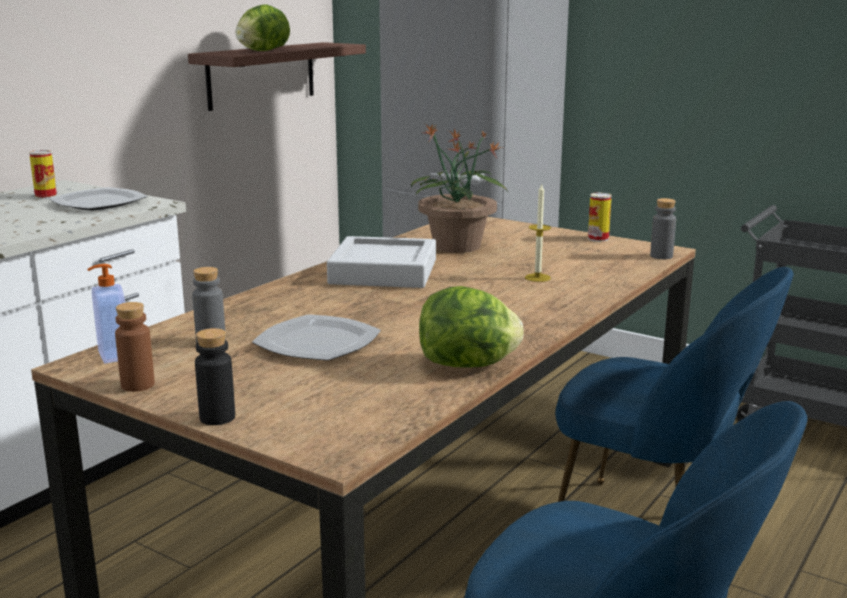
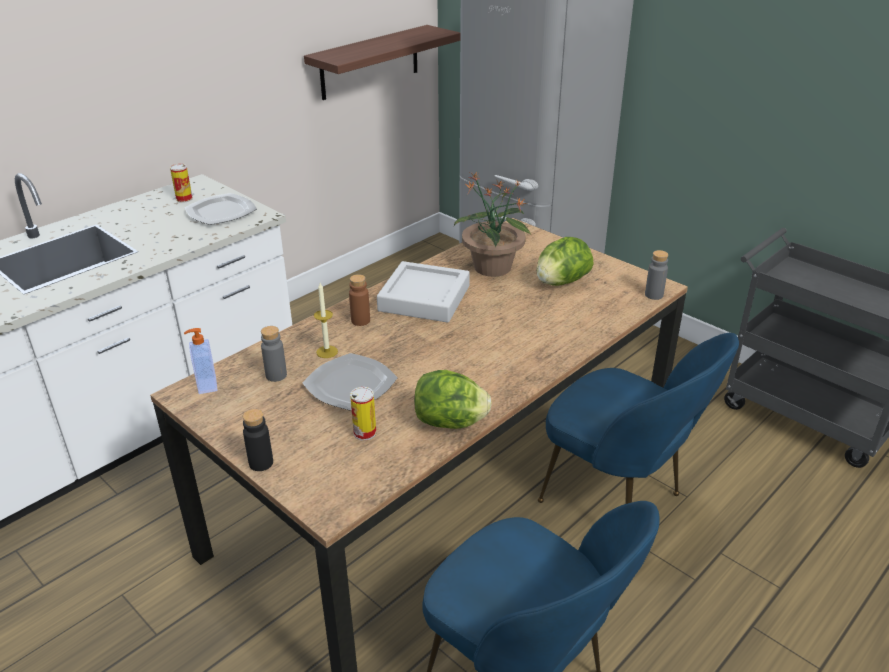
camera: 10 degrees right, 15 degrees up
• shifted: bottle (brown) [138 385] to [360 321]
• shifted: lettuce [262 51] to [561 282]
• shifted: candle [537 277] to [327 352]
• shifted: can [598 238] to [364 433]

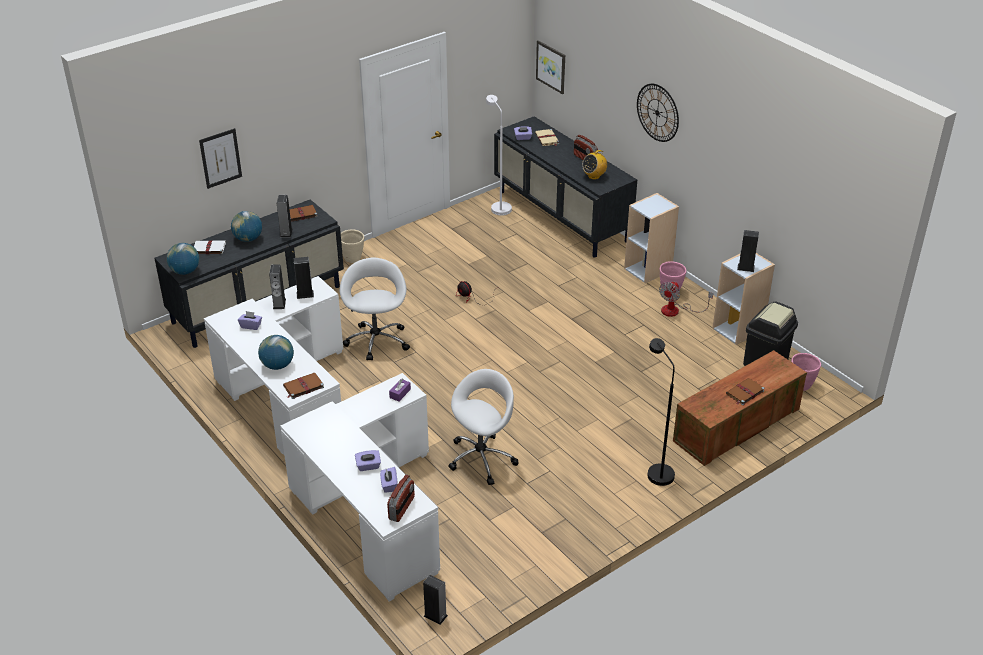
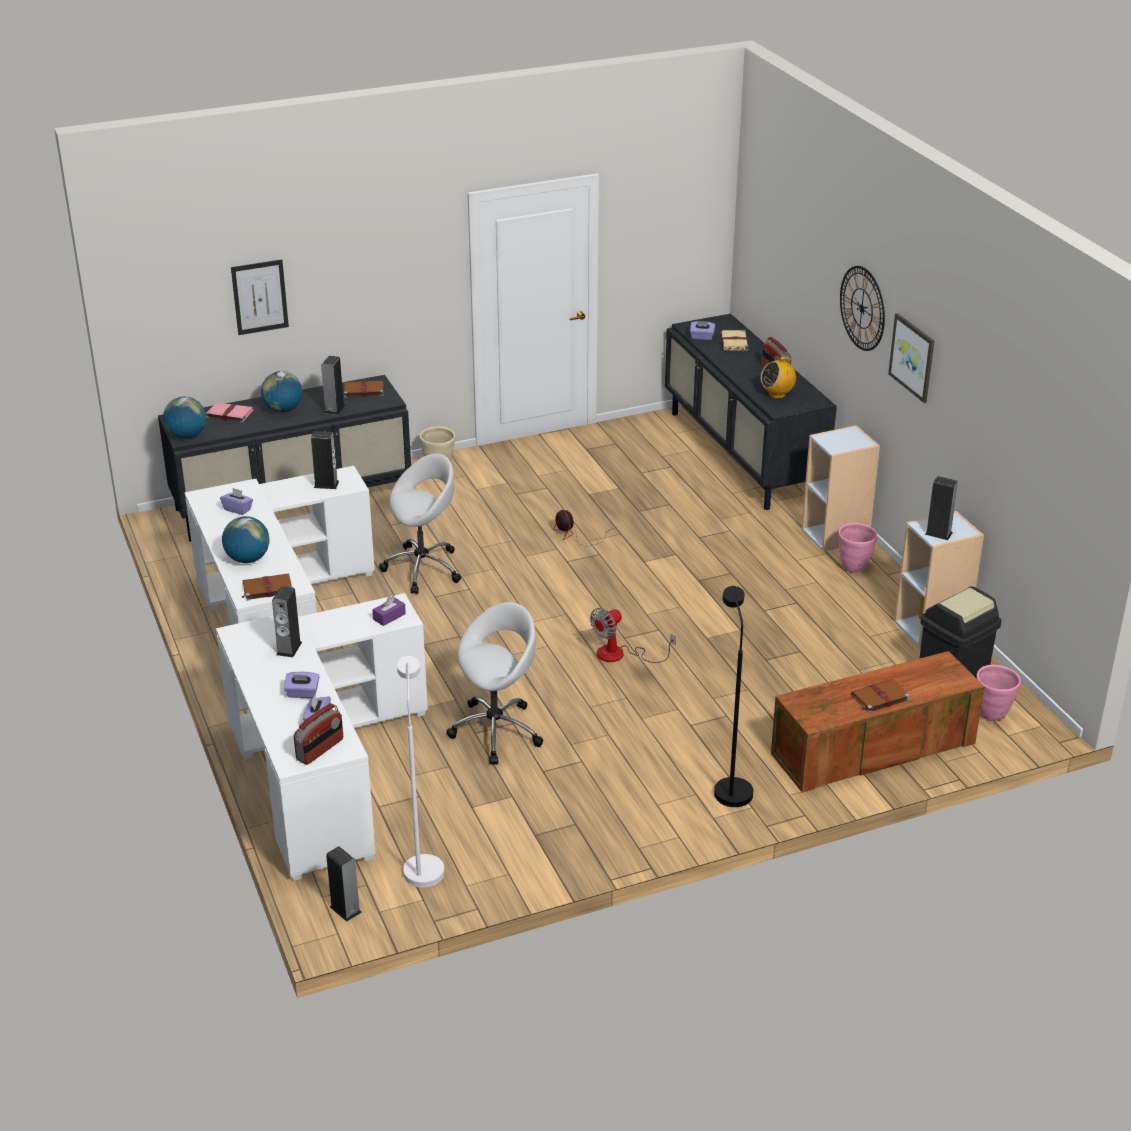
camera: 15 degrees right, 5 degrees down
• repainted: book (white) [208 248] to book (pink) [229 414]
• shifted: speaker [279 304] to [289 648]
• rotated: office chair (white) [377 340] = [424 568] 60 degrees clockwise
• shifted: floor lamp (white) [498 207] to [422 865]
• shifted: picture [551 66] to [912 357]
• shifted: fan [676 310] to [620 655]

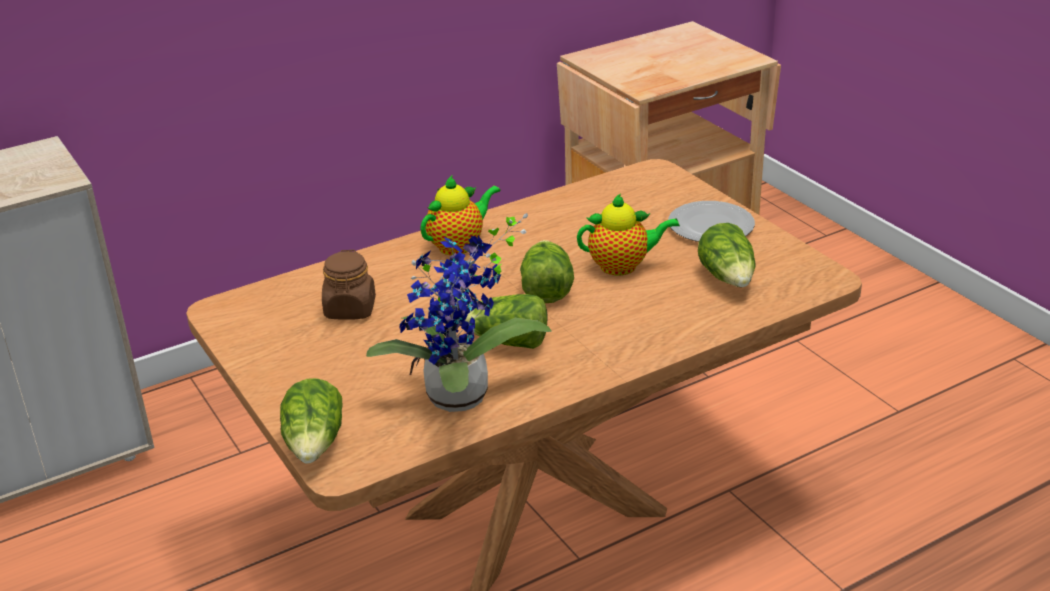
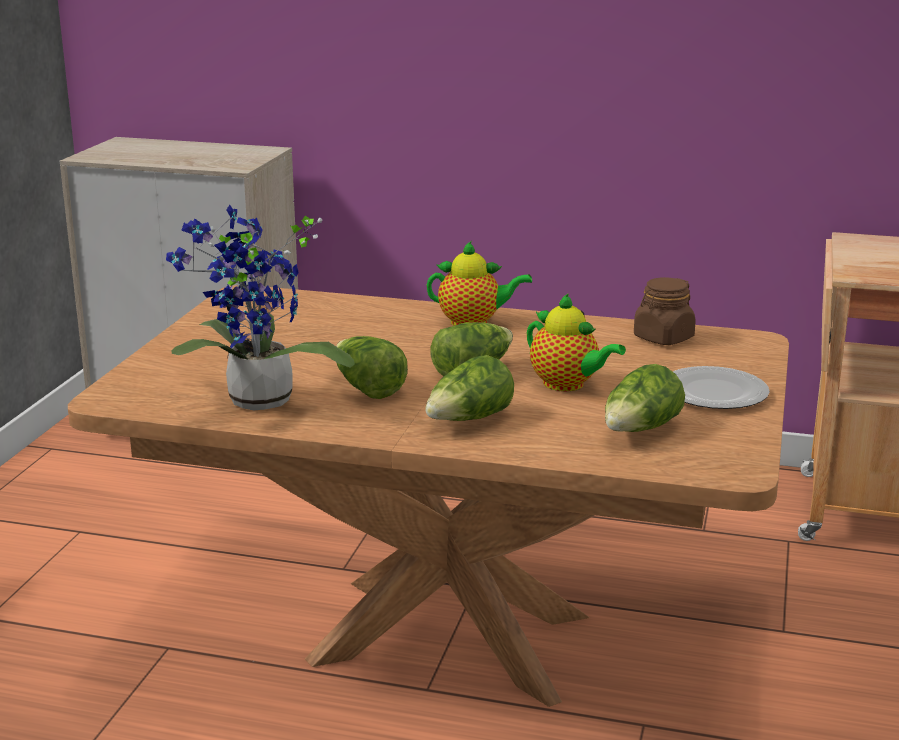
camera: 45 degrees right, 10 degrees down
• shifted: lettuce [315 444] to [469 420]
• shifted: jar (brown) [350 309] to [663 338]

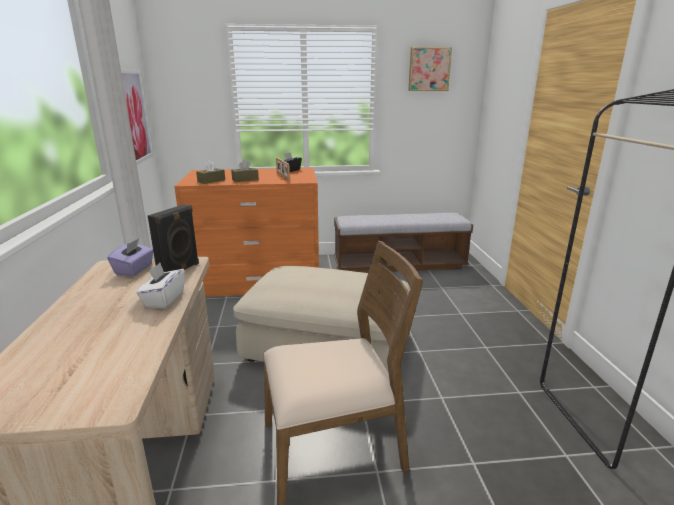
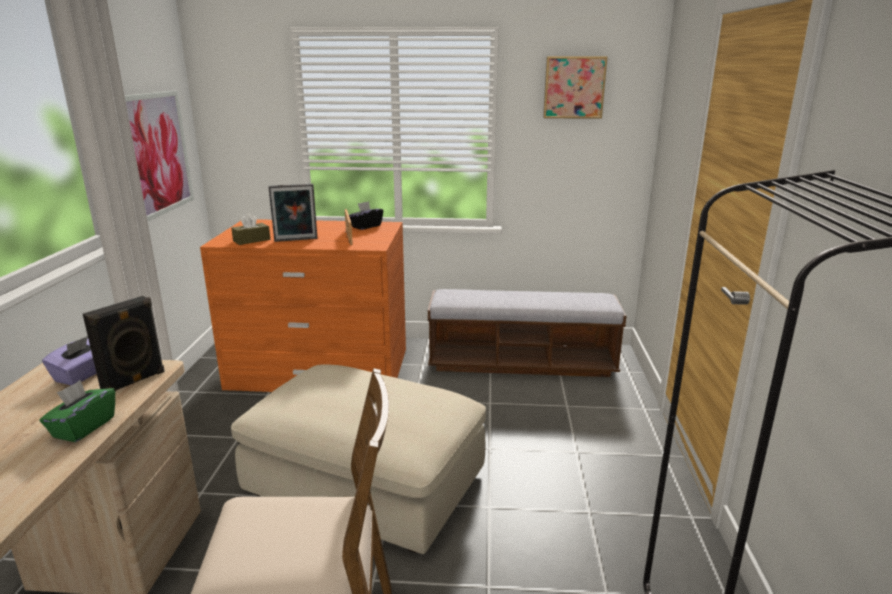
camera: 10 degrees right, 0 degrees up
• repainted: tissue box (white) [164 299] to tissue box (green) [83 427]
• swapped: tissue box (brown) [245 180] to picture frame [296 240]

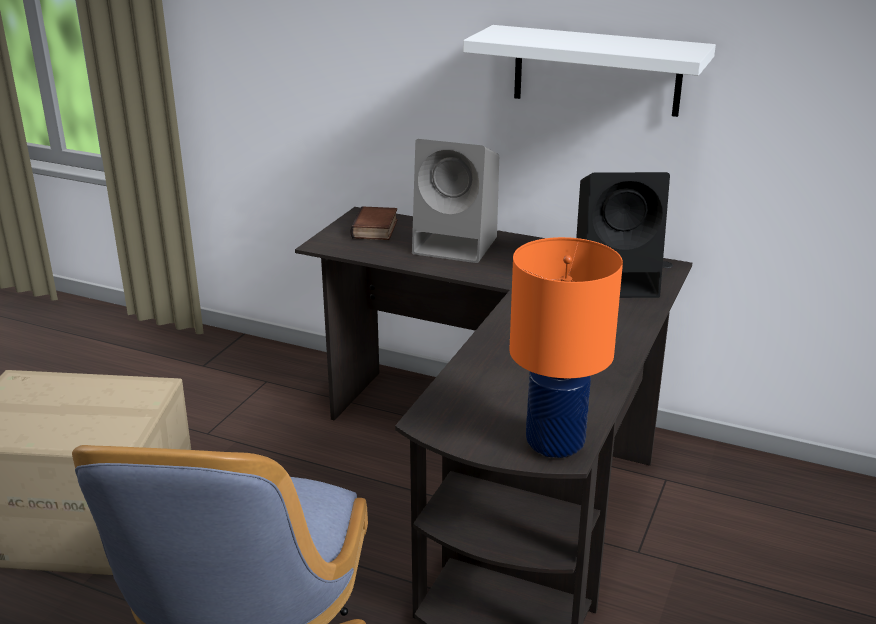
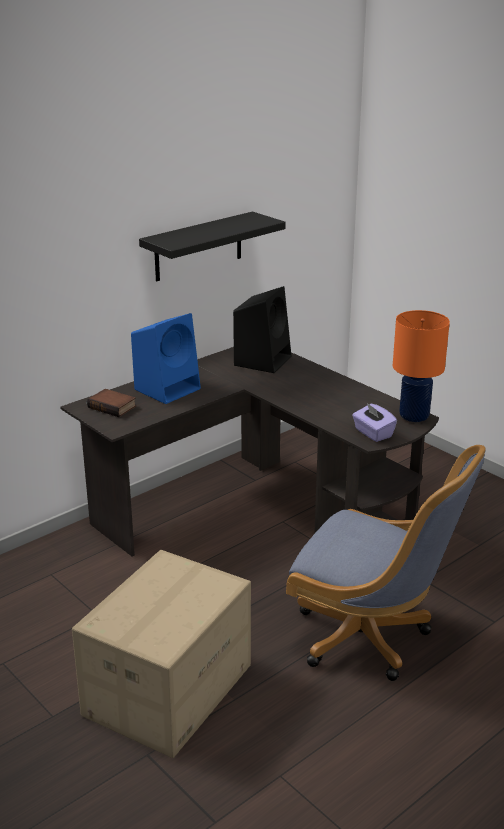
camera: 65 degrees left, 0 degrees up
• repainted: speaker (grey) [457 245] to speaker (blue) [168 388]
• repainted: shelf (white) [596 70] to shelf (black) [198 246]
• new: tissue box (purple) [373 433]

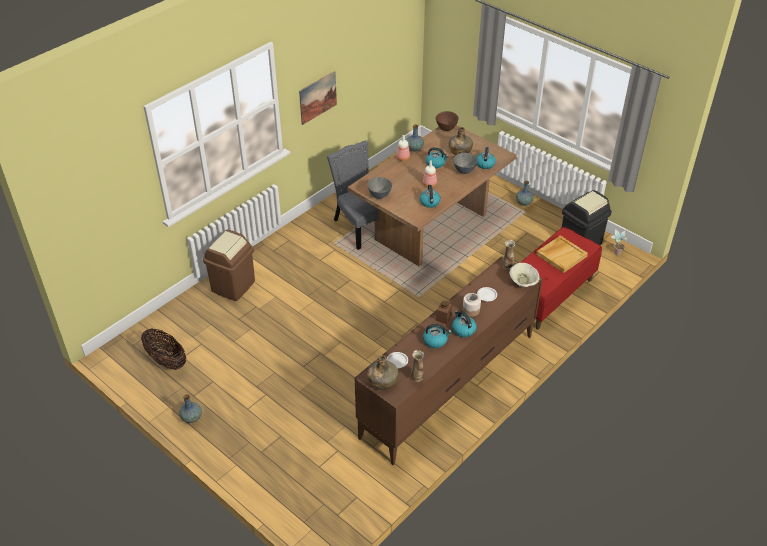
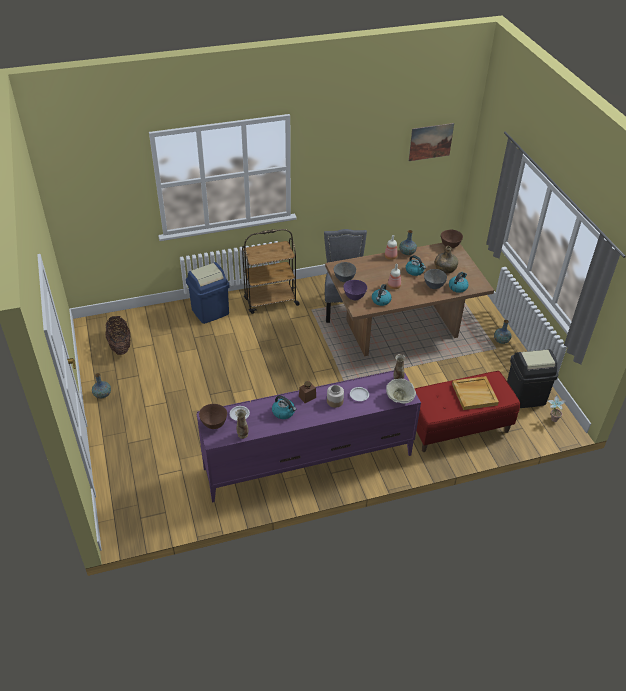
camera: 30 degrees right, 0 degrees up
• repainted: trash can (brown) [233 286] to trash can (blue) [210 311]
• shifted: picture [318 97] to [430 142]
• repainted: cabinet (brown) [449 386] to cabinet (purple) [307 462]
• swapped: bottle (green) [382 381] to bowl (brown) [214 424]
• gone: kettle [463 330]
• new: cart (brown) [270 302]
• new: bowl (purple) [354 297]

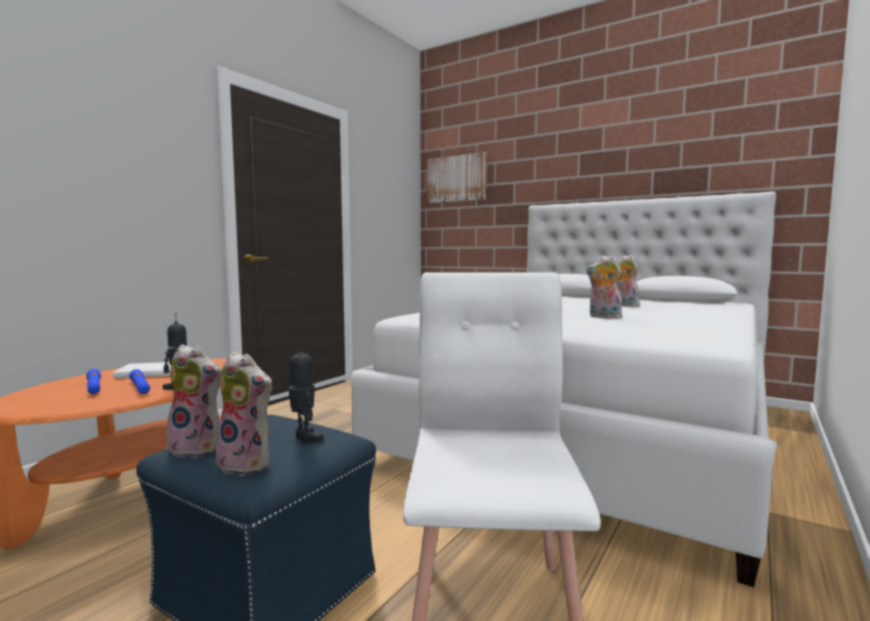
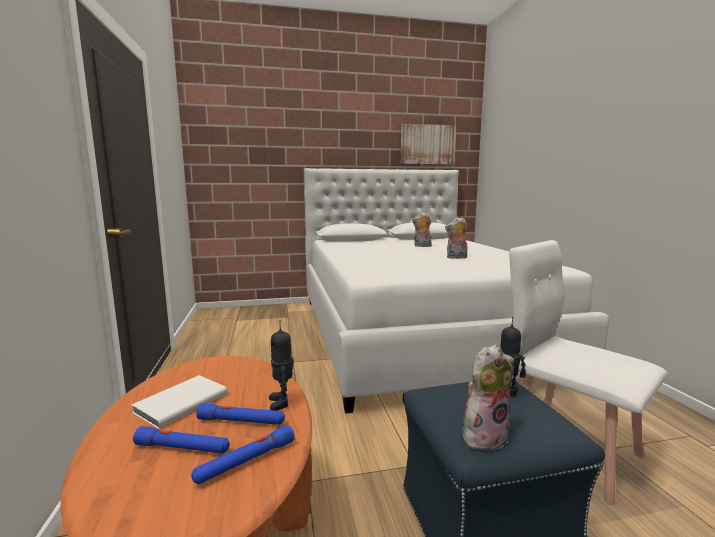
camera: 45 degrees left, 5 degrees up
• gone: plush toy [249 464]
• shifted: picture [456 179] to [427 144]
• new: flashlight (blue) [246 461]

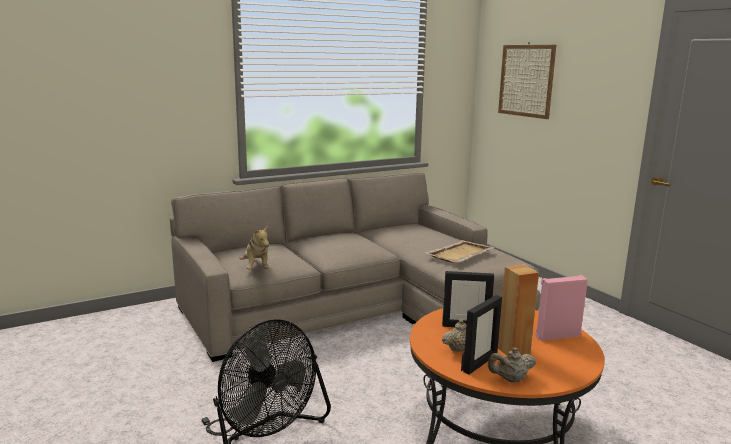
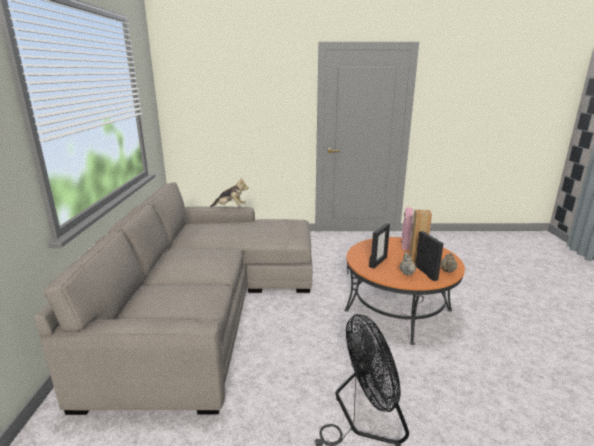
camera: 60 degrees left, 5 degrees up
• shifted: plush toy [256 268] to [230 207]
• gone: tray (beige) [459 254]
• gone: picture [526 79]

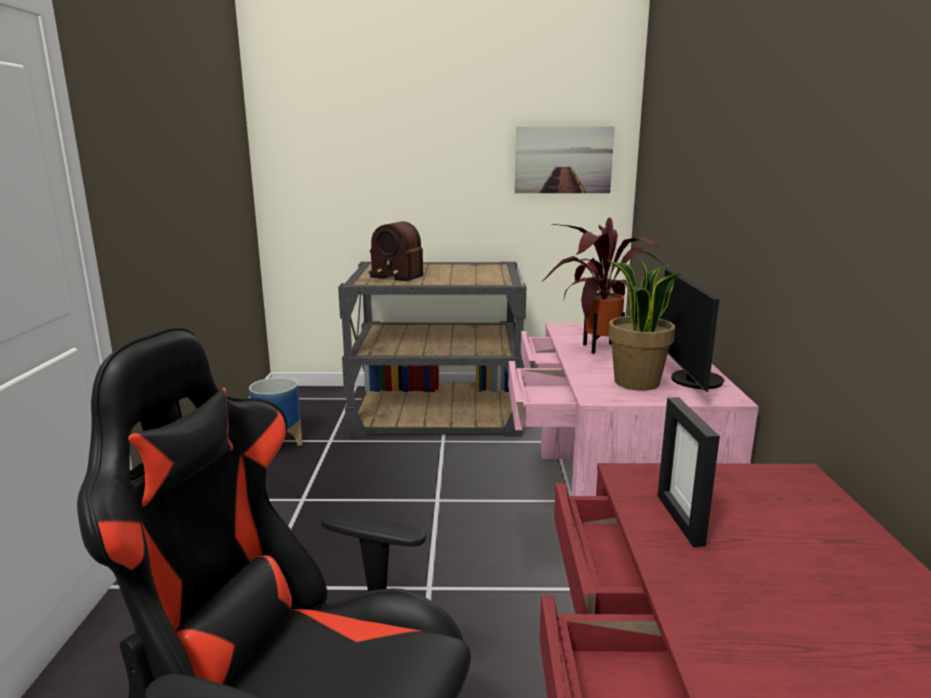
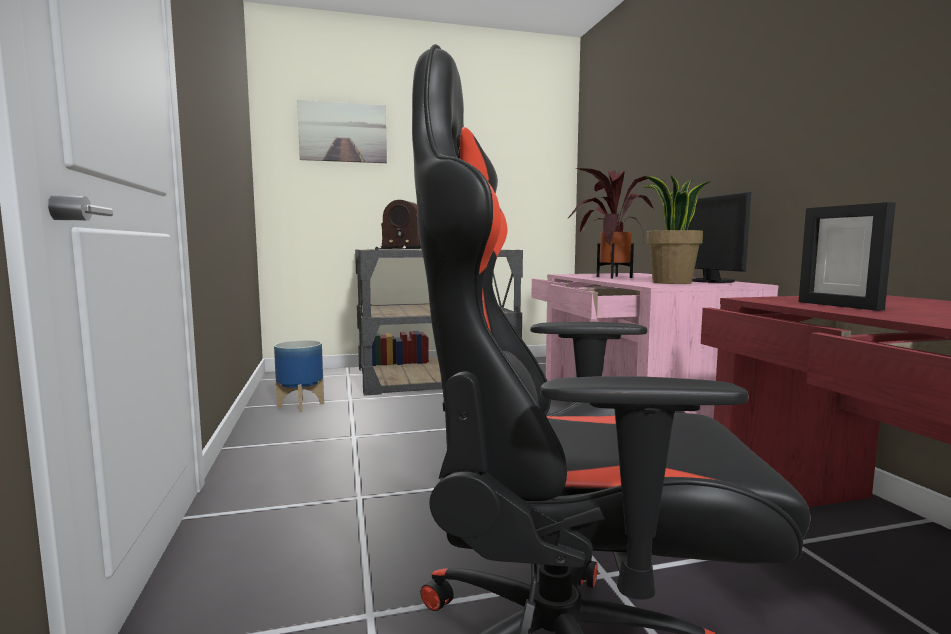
camera: 15 degrees left, 10 degrees down
• shifted: picture [563 160] to [343 132]

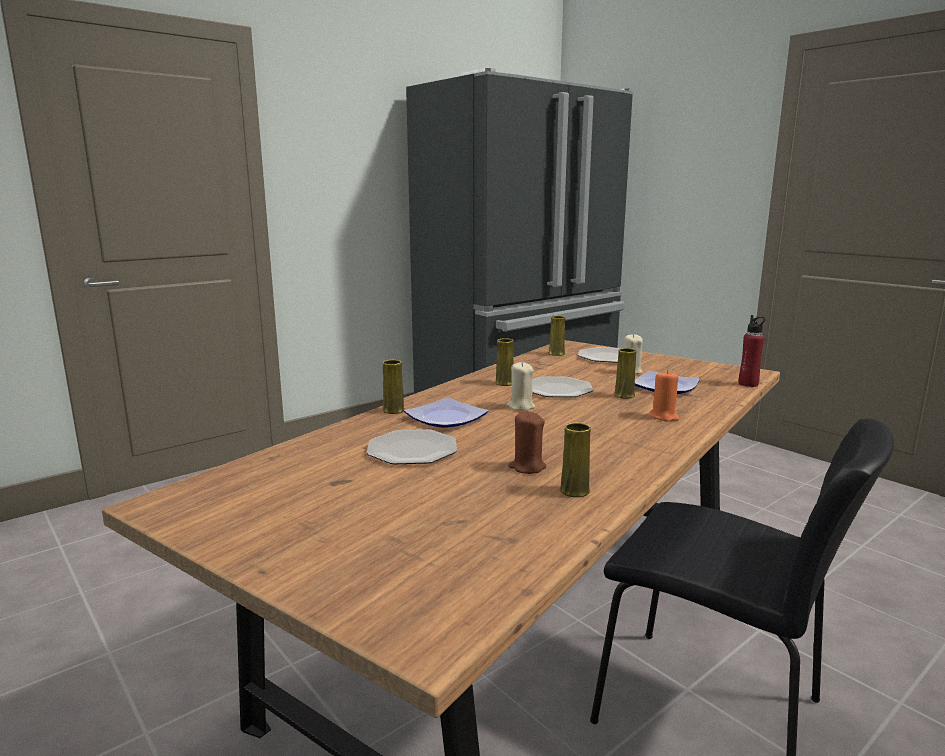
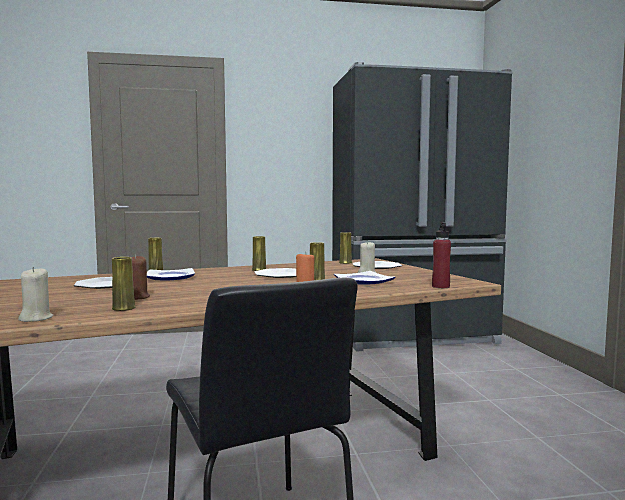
camera: 30 degrees right, 10 degrees down
• shifted: candle (beige) [520 407] to [36 318]

